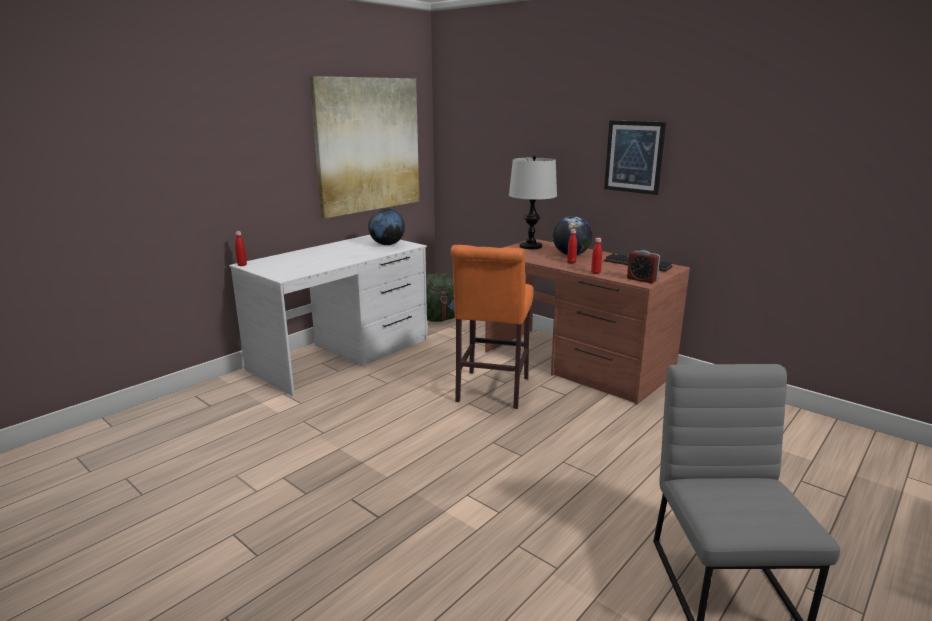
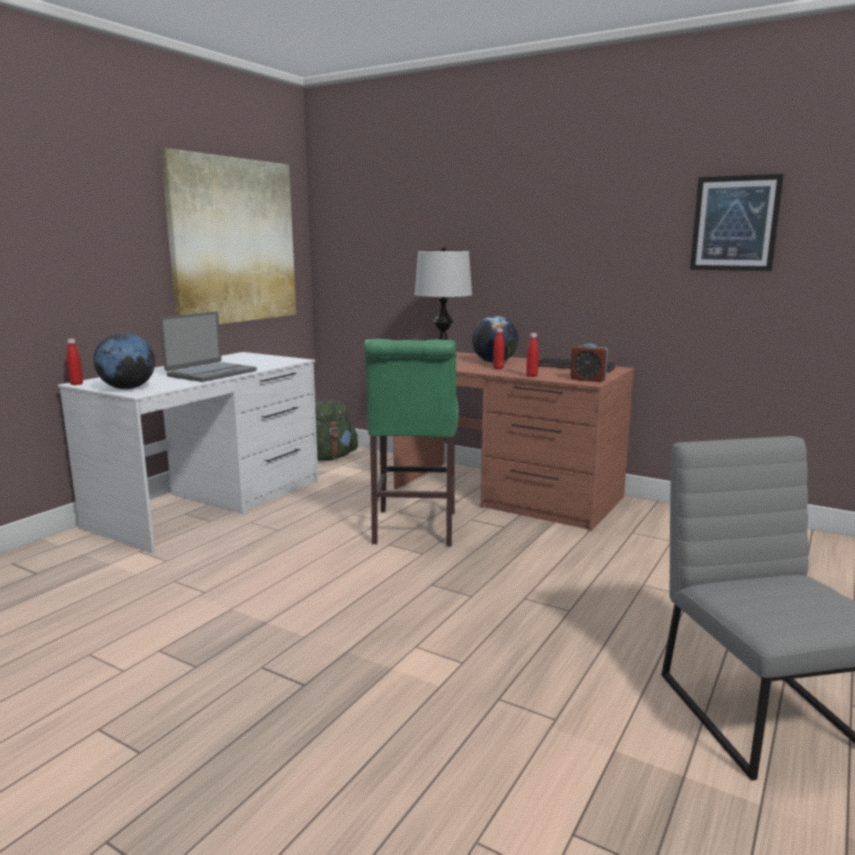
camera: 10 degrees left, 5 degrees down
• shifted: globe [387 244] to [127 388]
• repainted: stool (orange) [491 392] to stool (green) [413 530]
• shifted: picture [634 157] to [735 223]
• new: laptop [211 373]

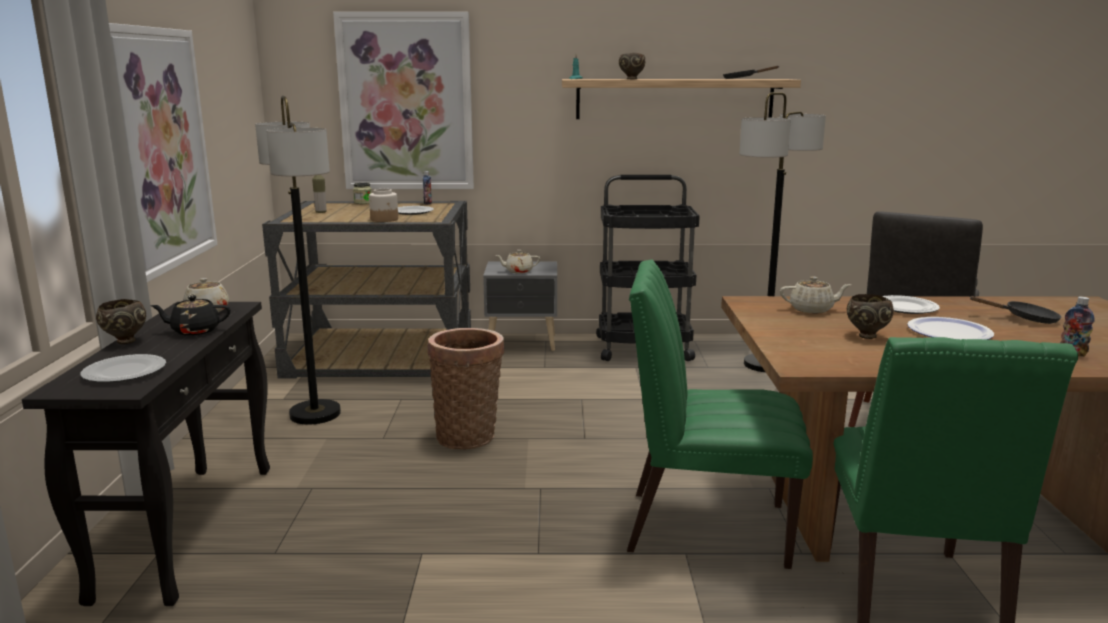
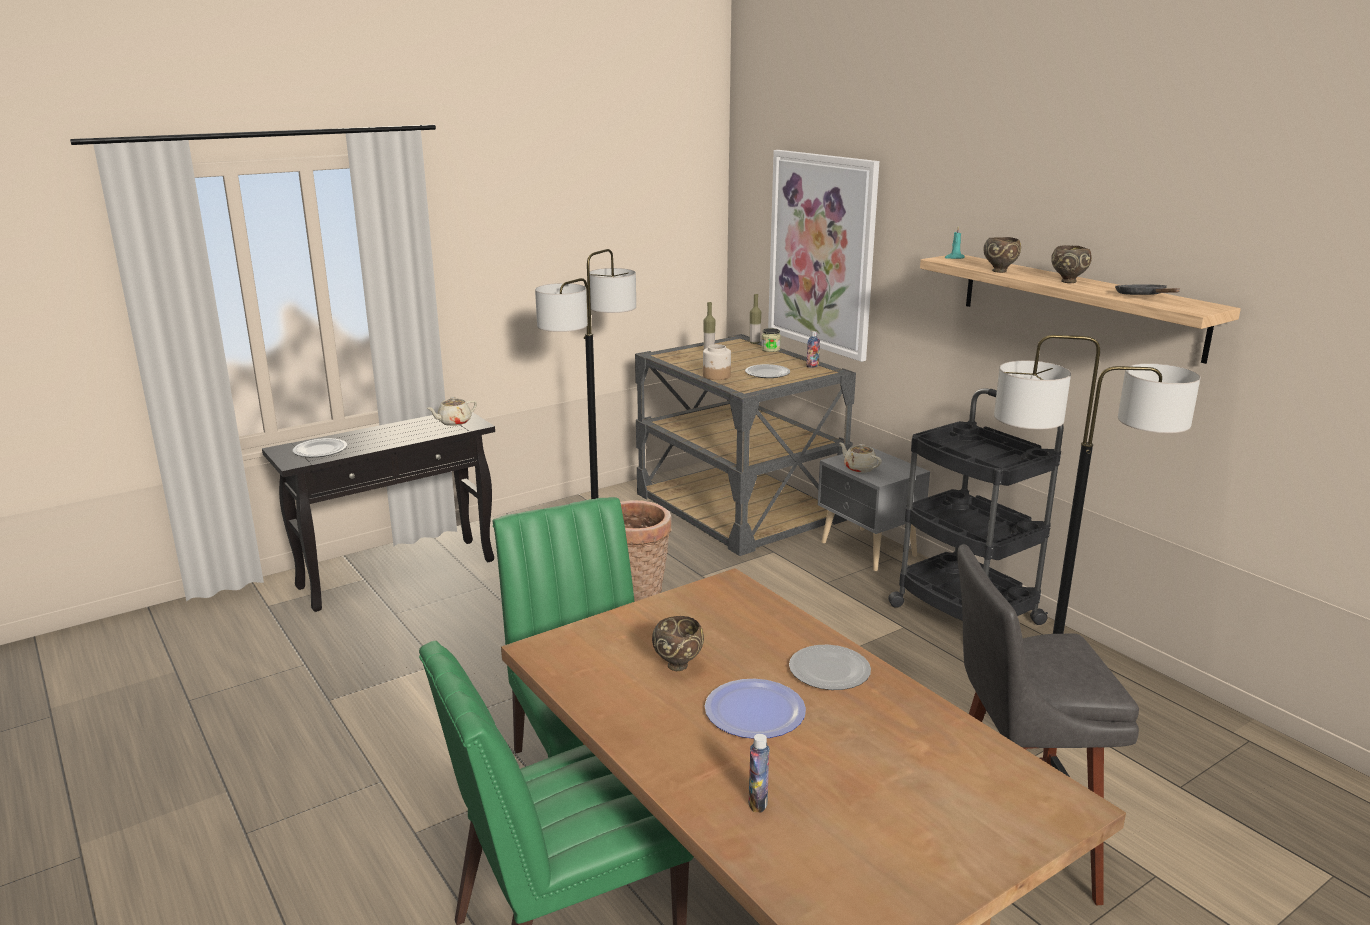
camera: 55 degrees right, 5 degrees up
• shifted: bowl (brown) [124 341] to [1067 281]
• gone: picture [160 149]
• gone: teapot (black) [194 331]
• gone: teapot (beige) [812 309]
• gone: frying pan (black) [1025 319]
• new: bottle [754 343]

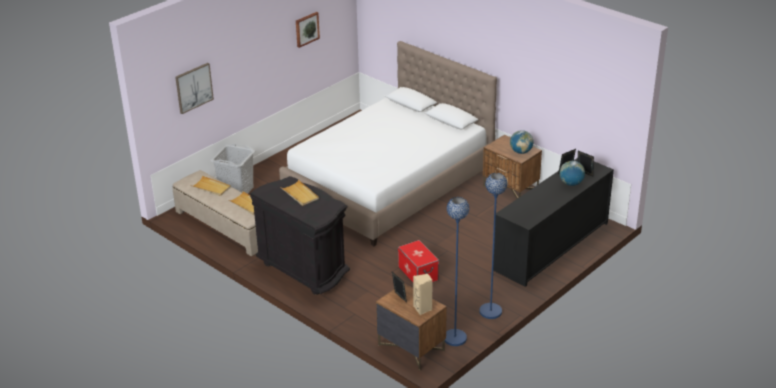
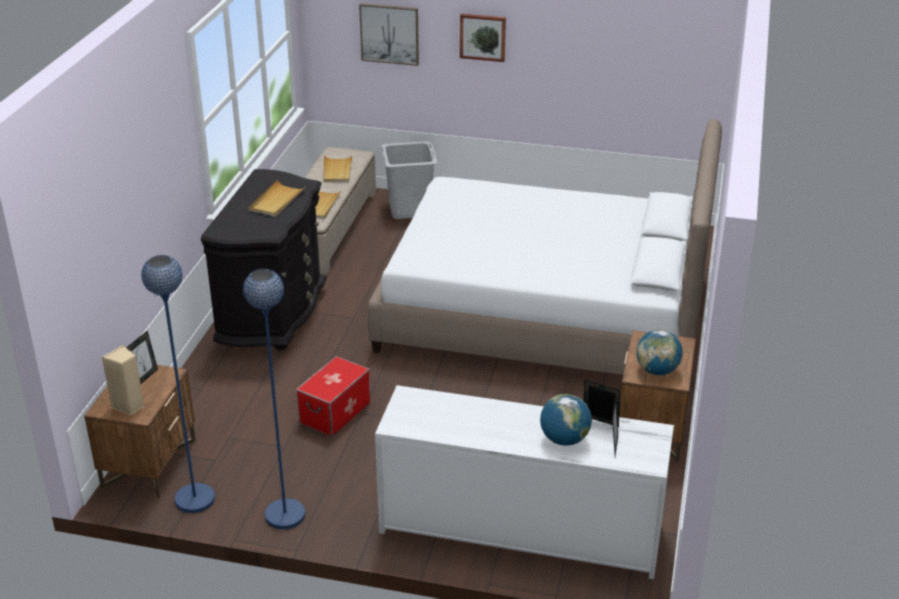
camera: 60 degrees right, 0 degrees up
• shifted: picture [306 29] to [483 37]
• repainted: dresser (black) [551 246] to dresser (white) [519 529]

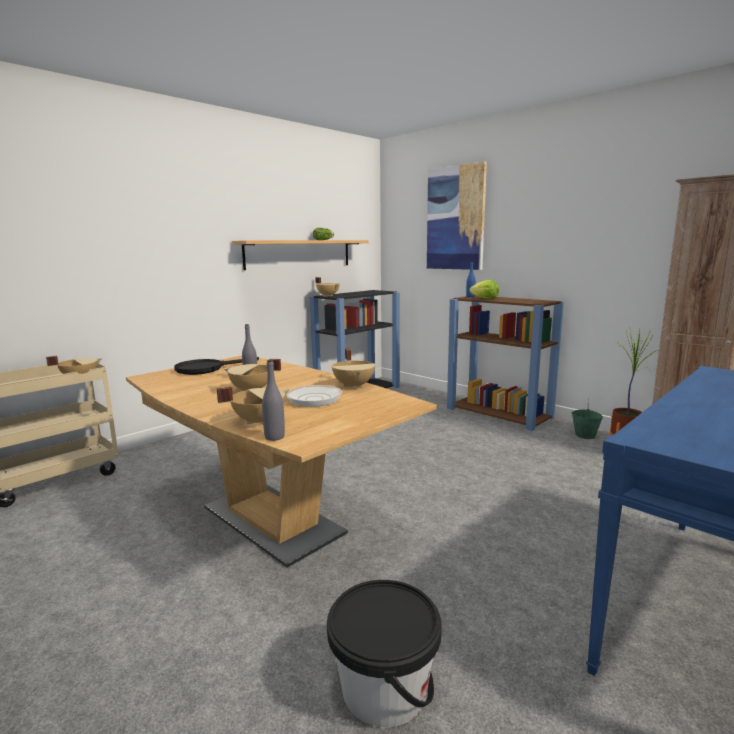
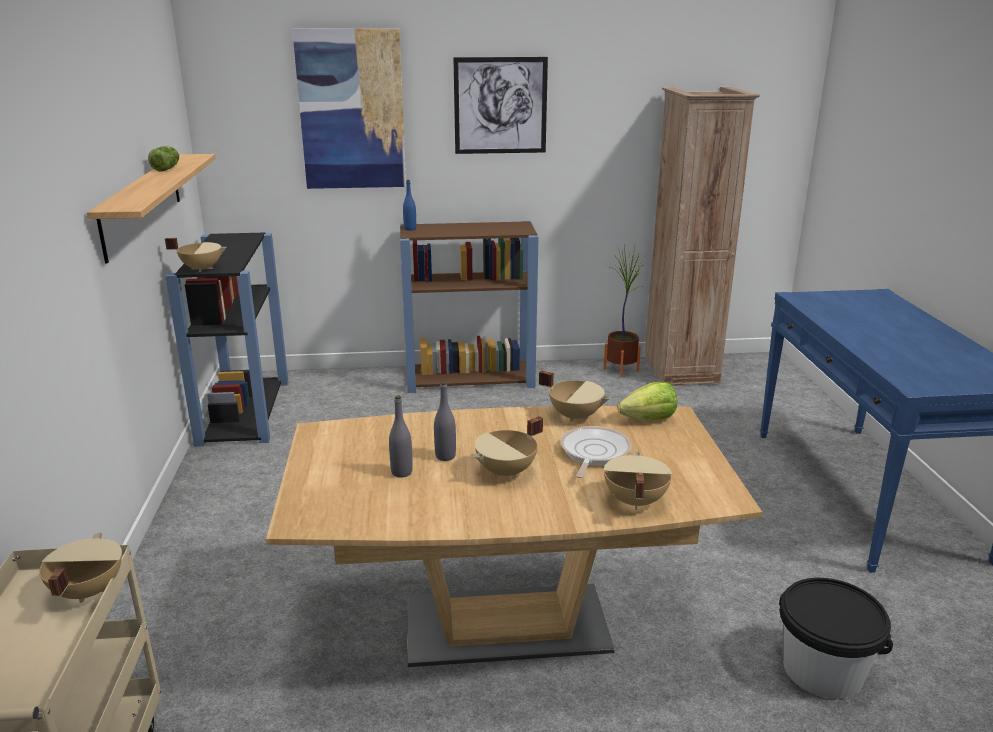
camera: 50 degrees left, 10 degrees up
• gone: frying pan (black) [206 369]
• shifted: bottle (grey) [274 437] to [401 472]
• shifted: lettuce [485 298] to [649 419]
• gone: bucket (green) [584 435]
• new: picture [500 106]

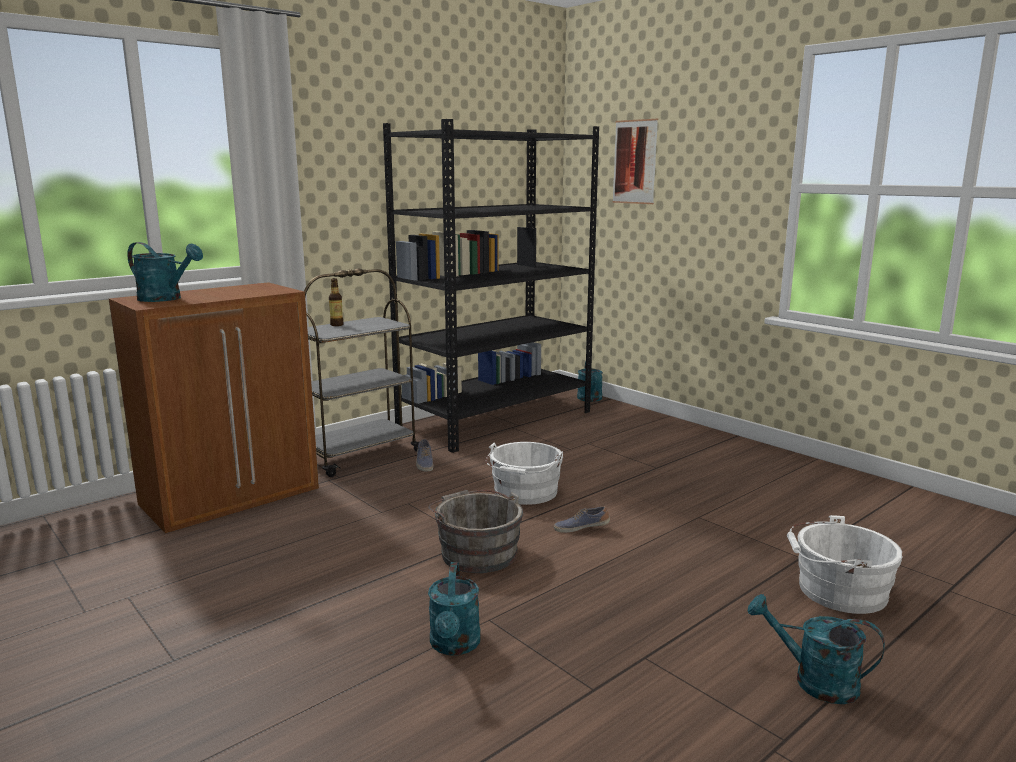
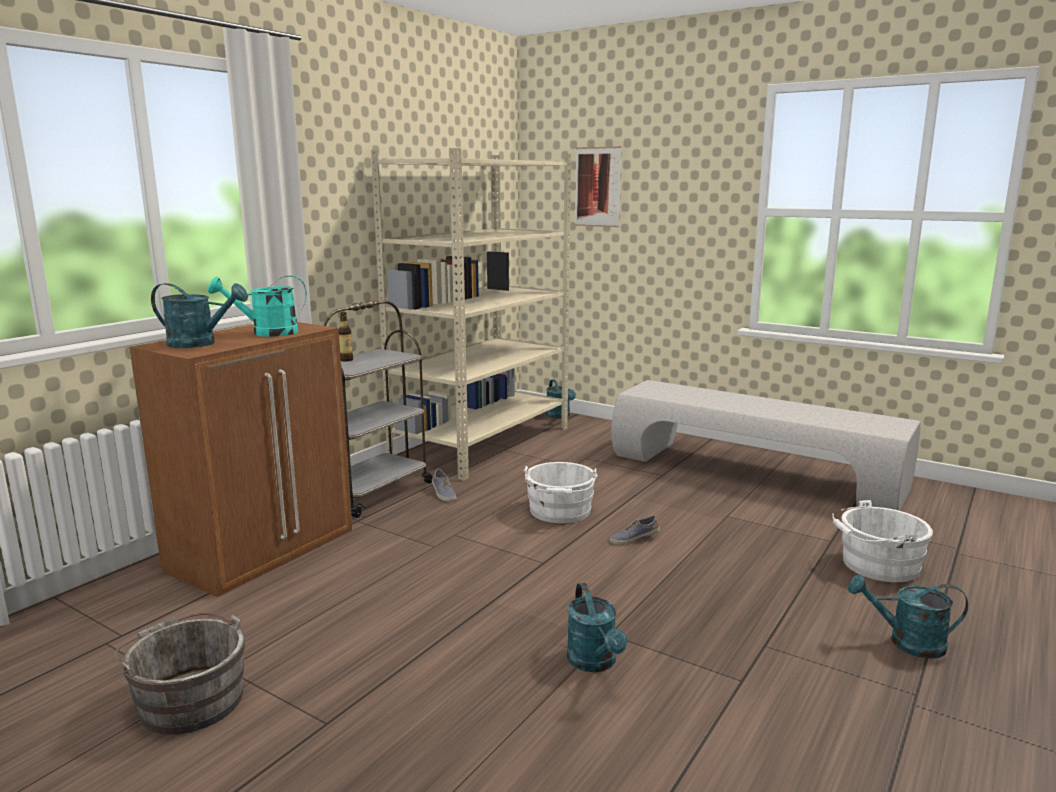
camera: 15 degrees left, 0 degrees up
• repainted: bookcase (black) [495 419] to bookcase (beige) [483 443]
• shifted: bucket (grey) [476 552] to [189 699]
• new: watering can (turquoise) [266 333]
• new: bench (grey) [755 471]

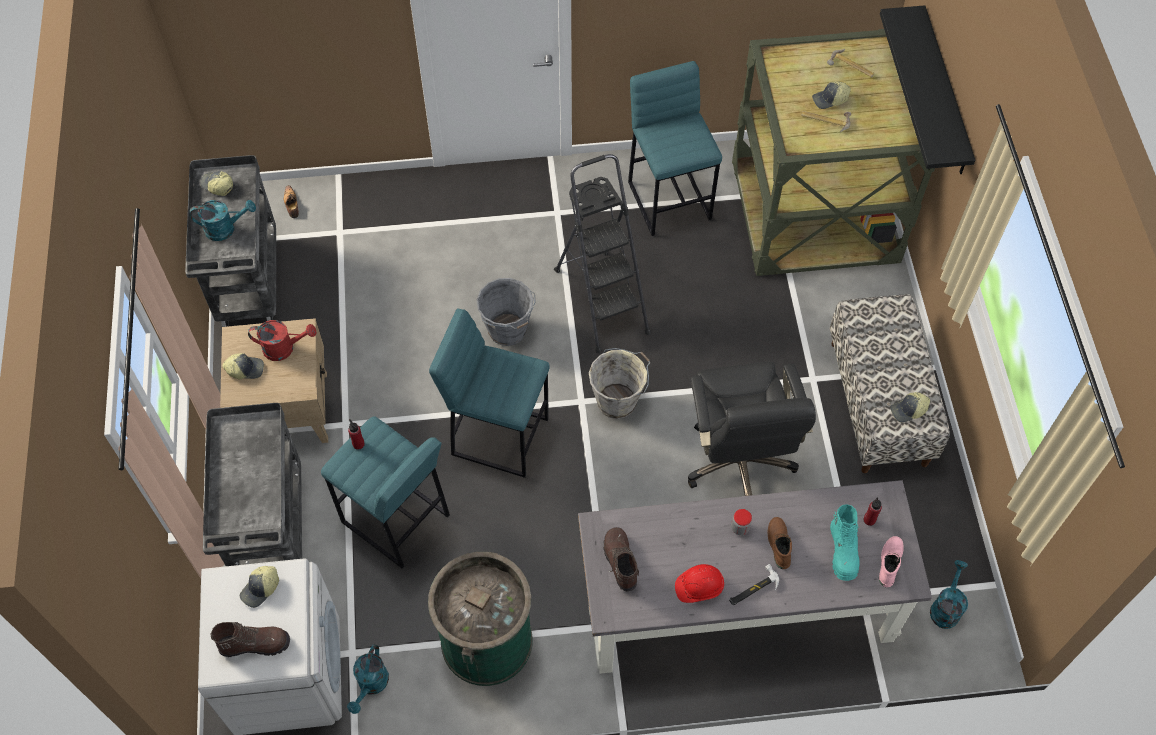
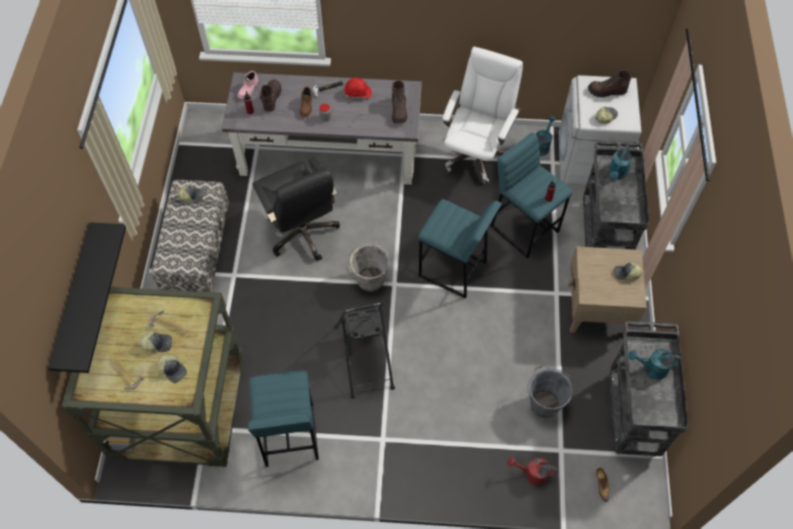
camera: 170 degrees left, 0 degrees up
• shifted: cap [217 186] to [173 369]
• shifted: watering can (red) [284 348] to [531 474]
• swapped: trash can (green) [486 641] to office chair (white) [475 157]
• shifted: bucket (grey) [508 331] to [544 403]
• rotated: office chair (black) [738 460] = [301 231] 150 degrees clockwise
• repainted: boot (turquoise) [843 551] to boot (brown) [271 98]
• shifted: watering can (turquoise) [945 607] to [617 174]

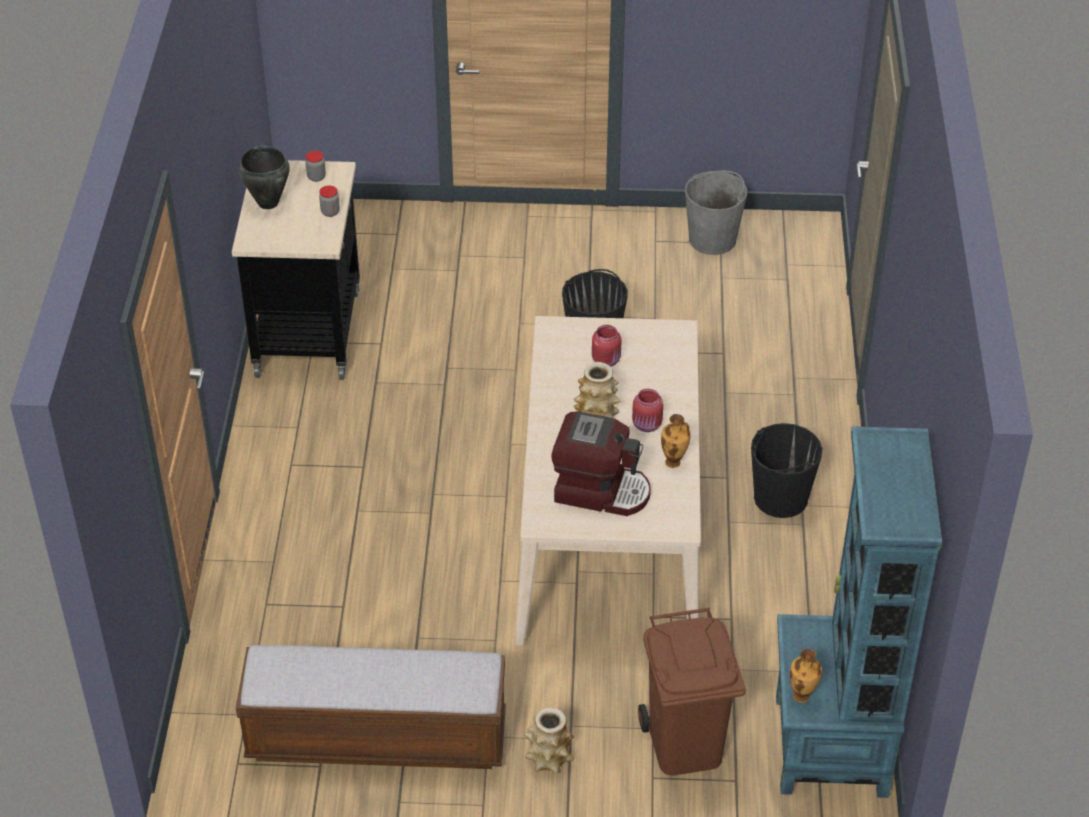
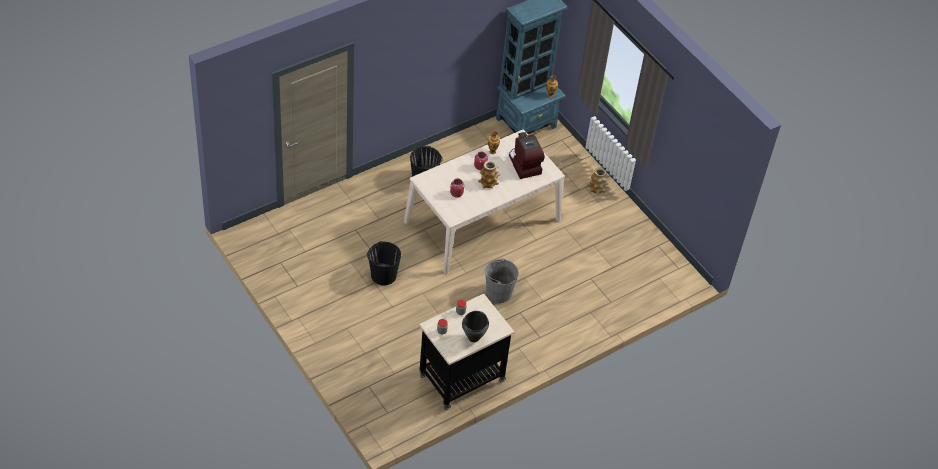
camera: 130 degrees left, 5 degrees up
• gone: bench [376 737]
• gone: trash can (brown) [683 744]
• shifted: bucket (grey) [713 239] to [498 292]

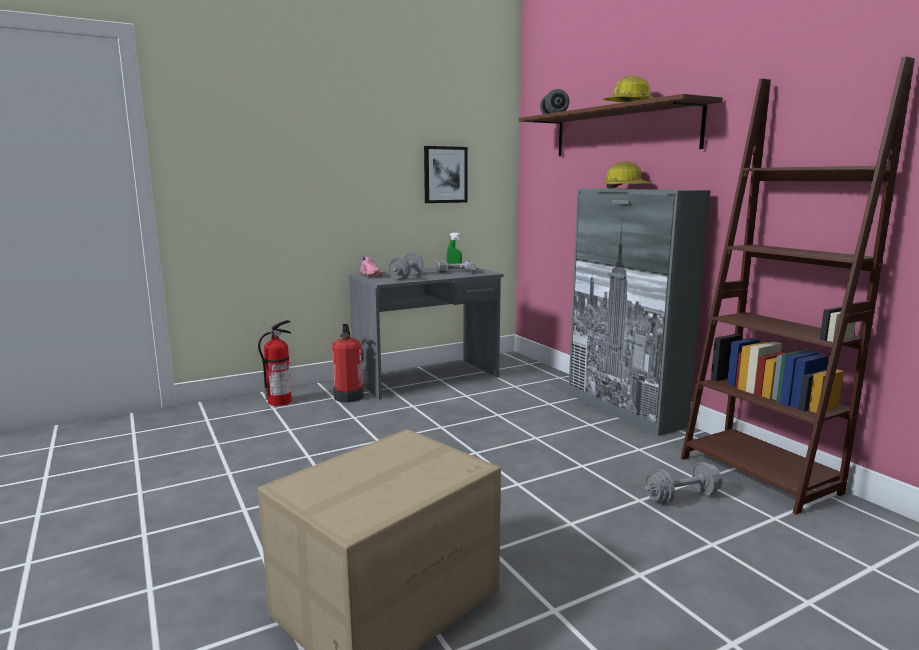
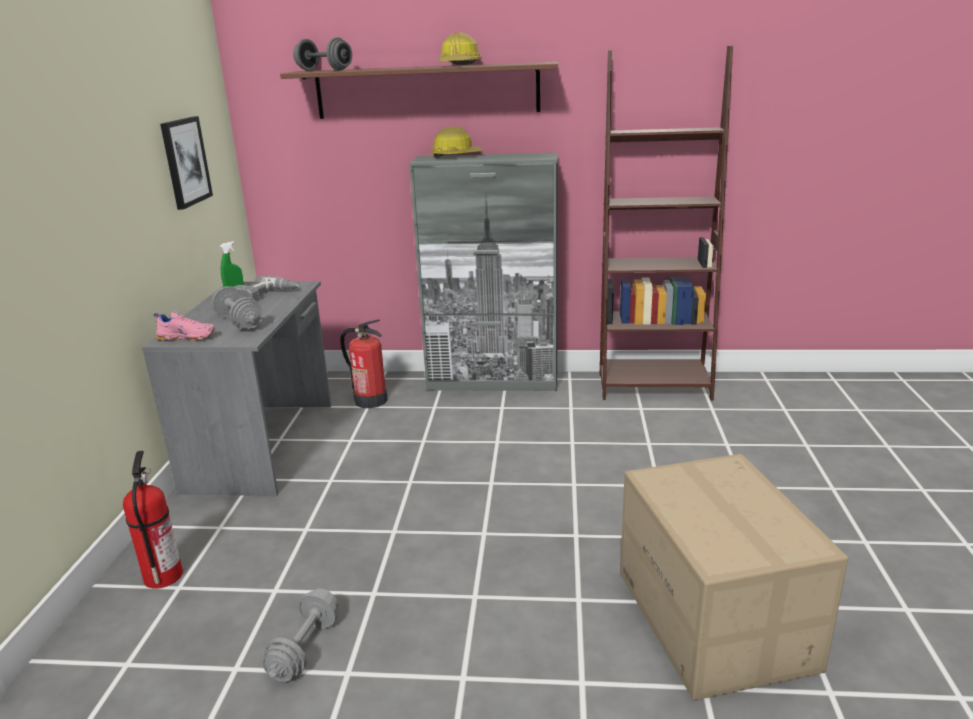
camera: 55 degrees left, 10 degrees up
• shifted: fire extinguisher [349 396] to [370 400]
• shifted: dumbbell (grey) [682 497] to [305 649]

